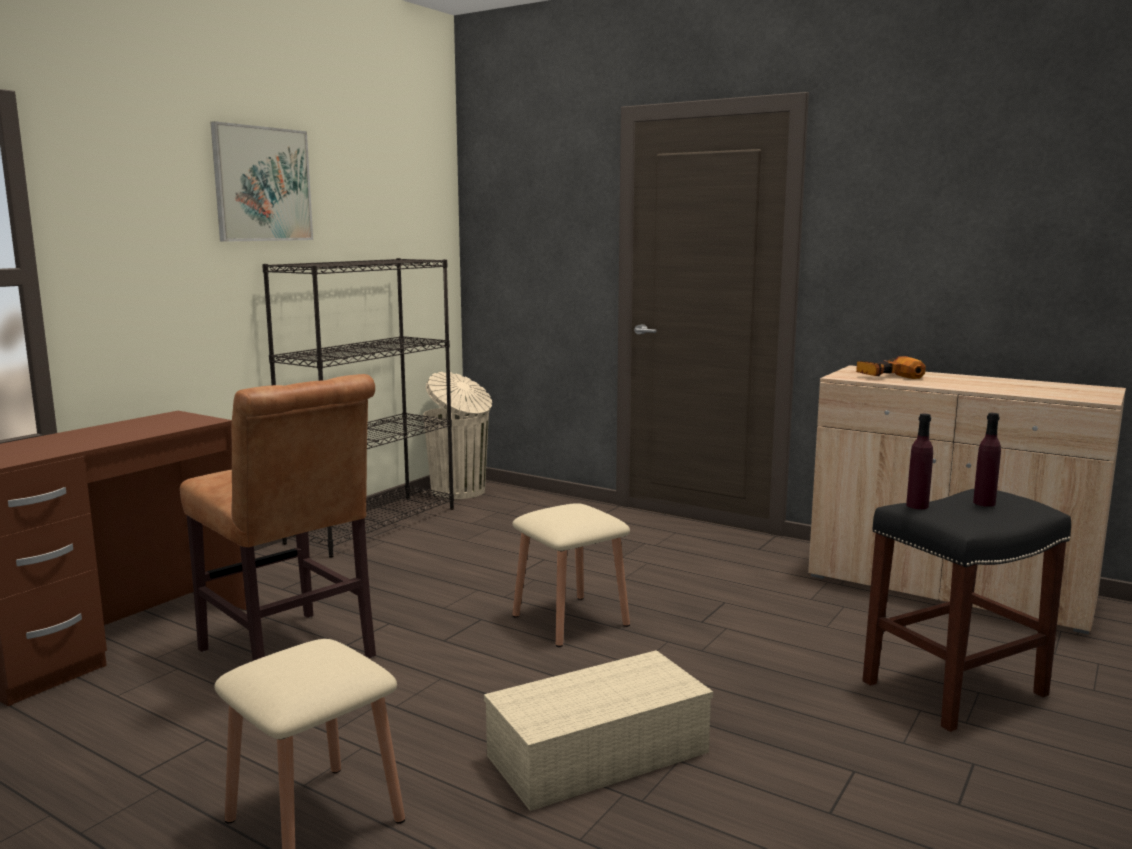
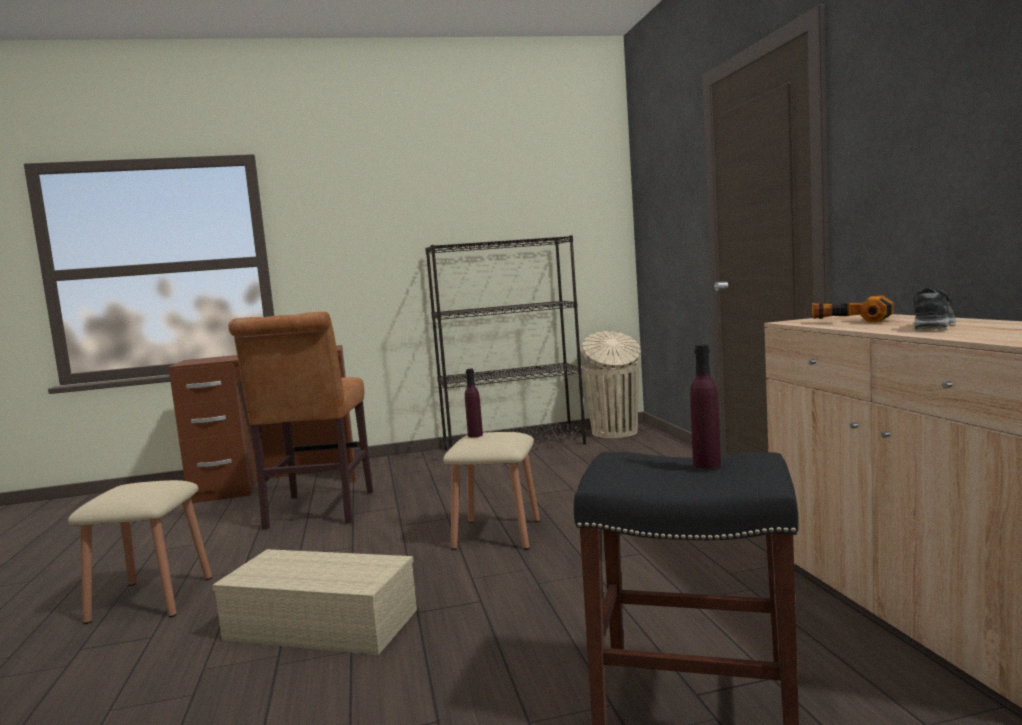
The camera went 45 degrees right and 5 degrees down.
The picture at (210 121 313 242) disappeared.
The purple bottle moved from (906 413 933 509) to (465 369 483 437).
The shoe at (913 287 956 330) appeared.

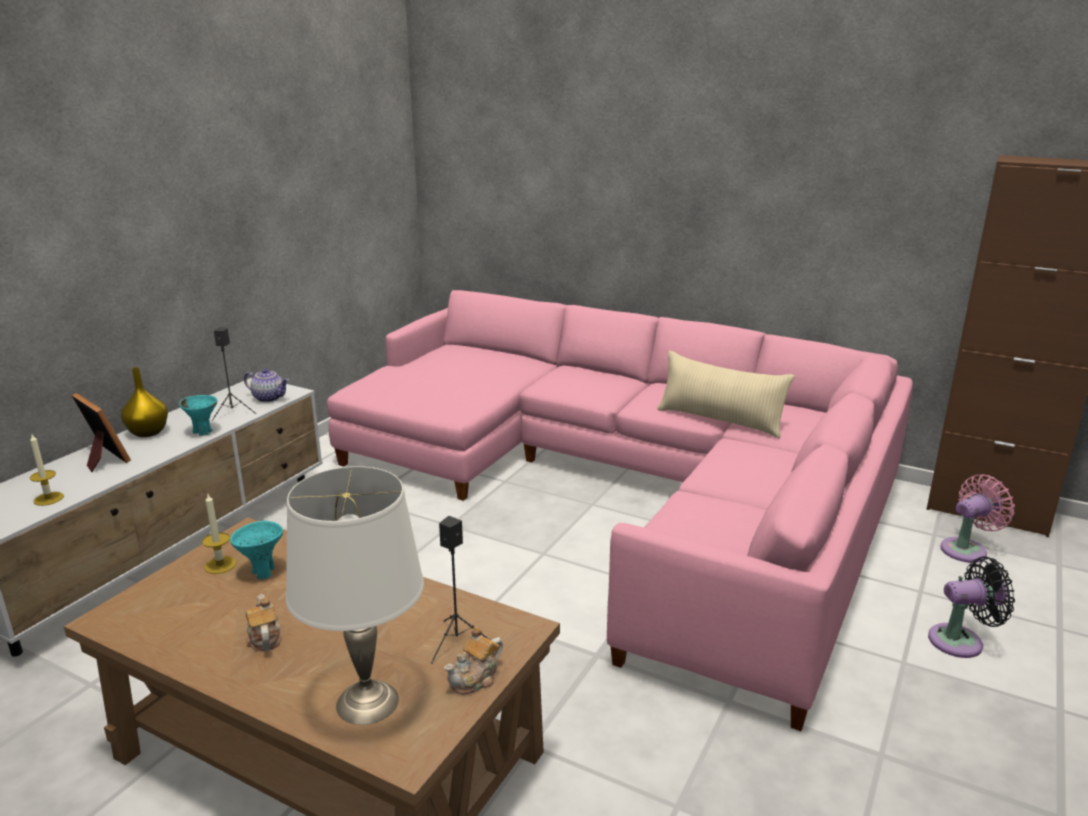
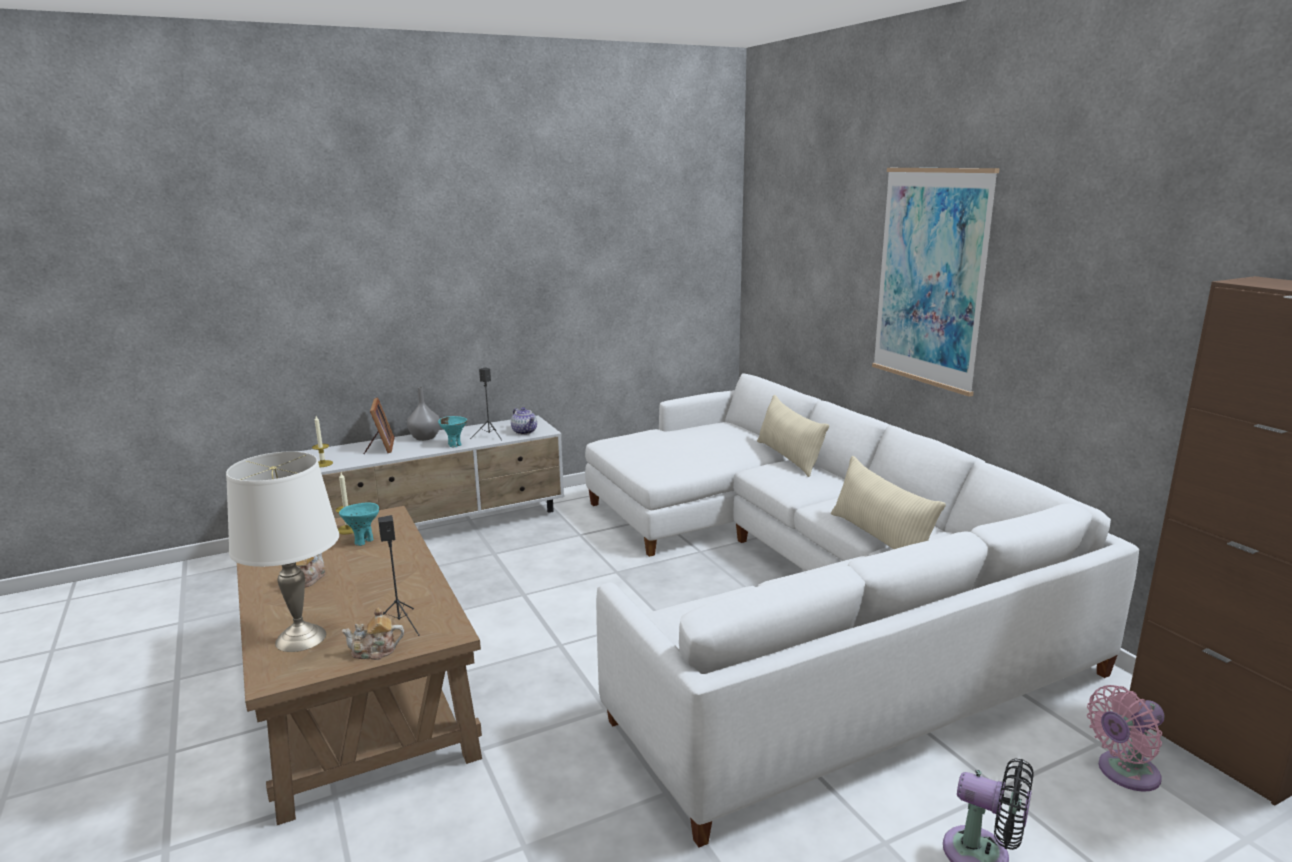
The camera went 35 degrees right and 5 degrees down.
The pink sofa at (327 290 913 731) became the white sofa at (585 373 1139 847).
The yellow vase at (121 367 168 437) became the grey vase at (407 387 440 441).
The pink fan at (940 474 1015 563) turned 150 degrees clockwise.
The picture at (872 168 1000 396) appeared.
The beige pillow at (757 395 829 477) appeared.

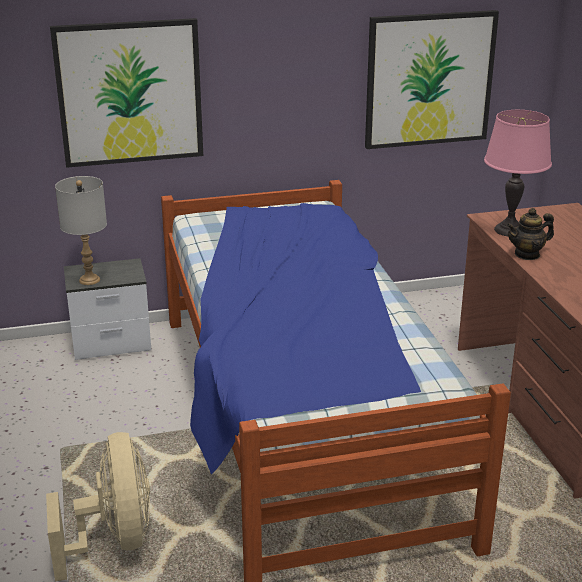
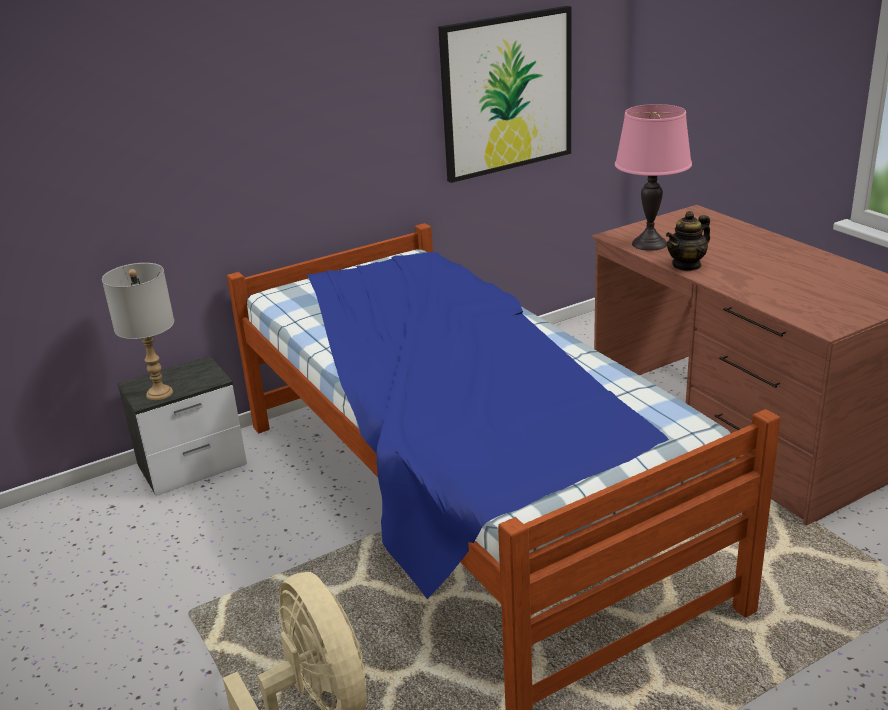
The camera went 15 degrees left and 0 degrees up.
The picture at (50 18 203 168) disappeared.

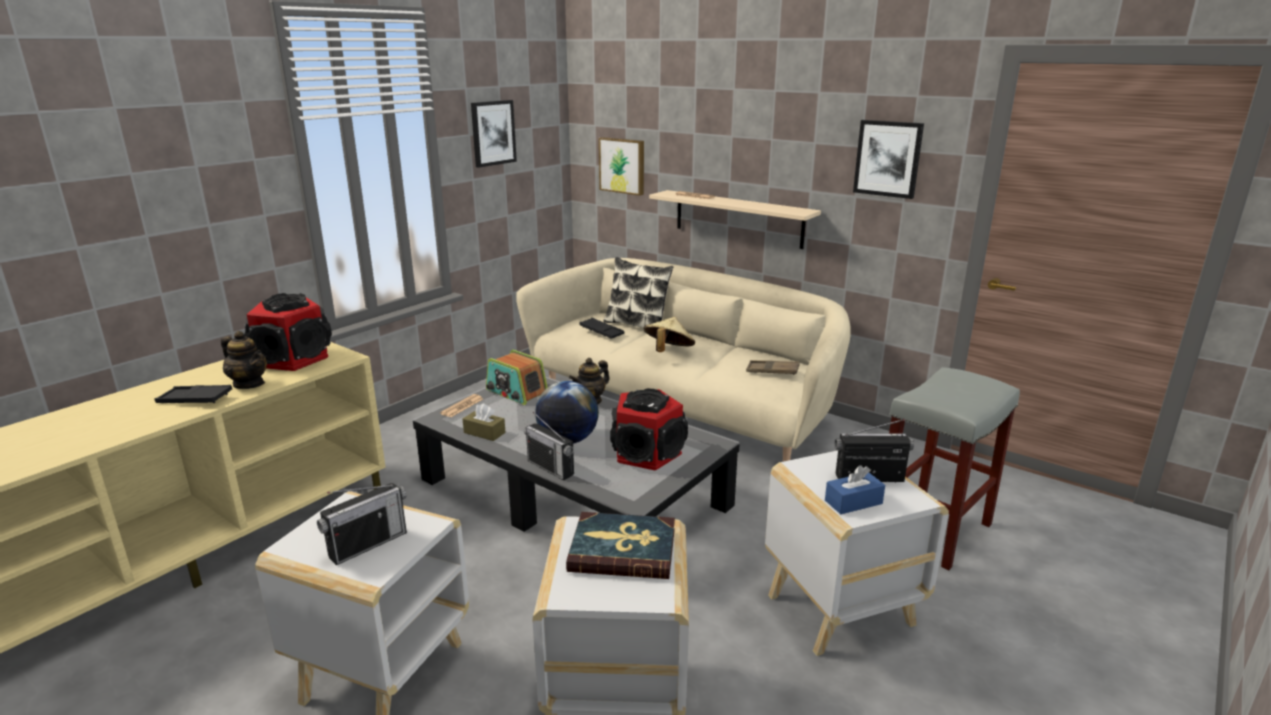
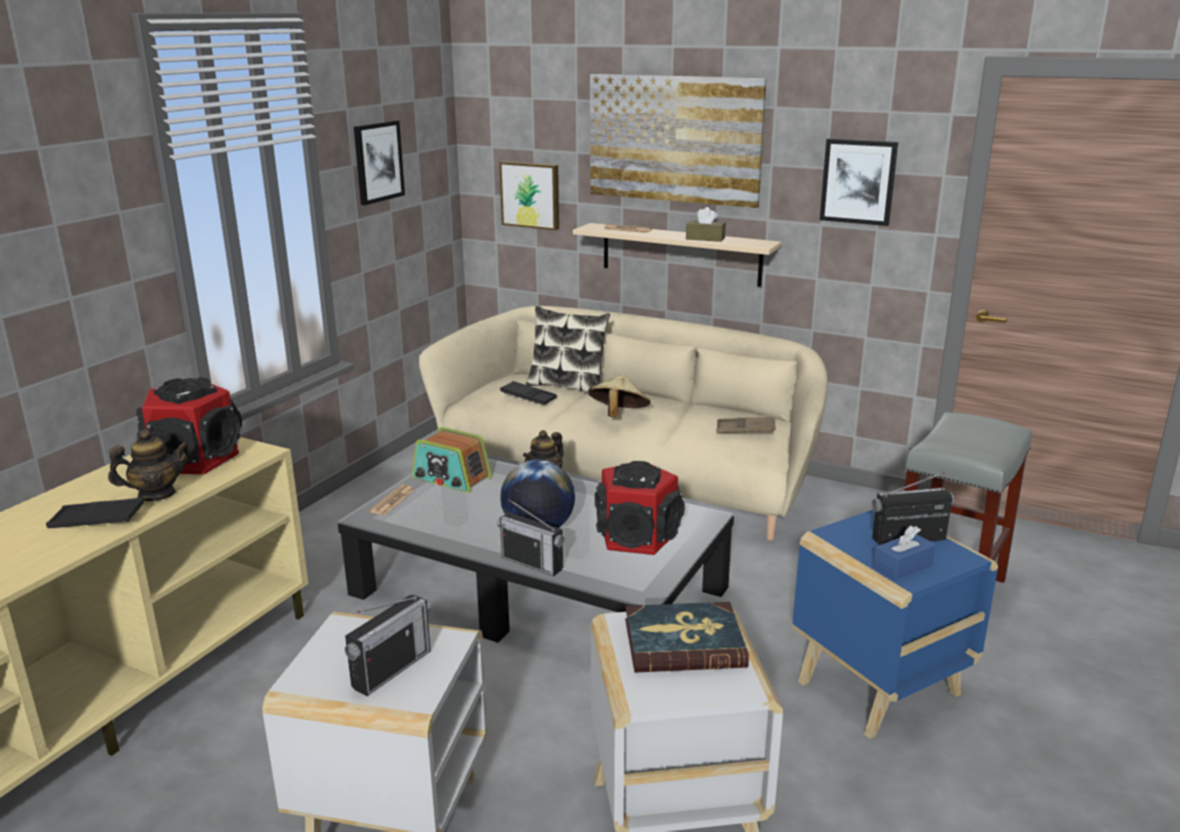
The camera went 10 degrees left and 0 degrees up.
The teapot at (221 331 267 389) turned 45 degrees counterclockwise.
The brown tissue box moved from (463 403 506 441) to (686 207 726 242).
The white side table at (765 450 949 656) became the blue side table at (793 510 998 739).
The picture at (590 74 767 208) appeared.

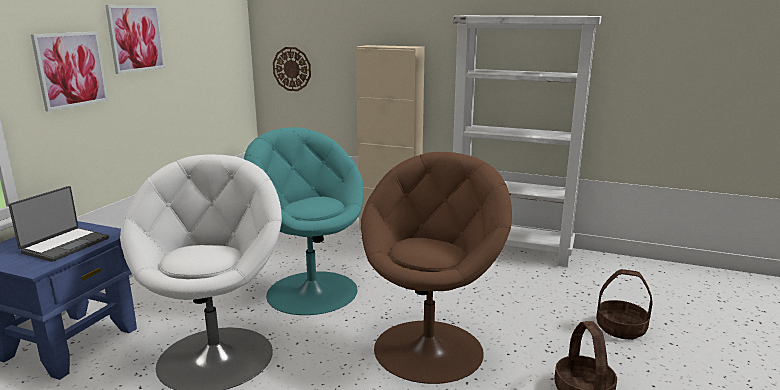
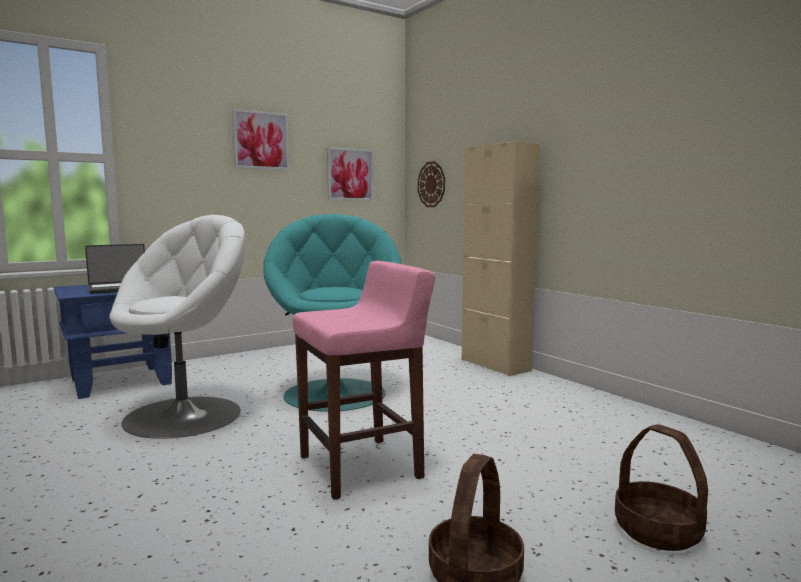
The camera went 35 degrees right and 10 degrees down.
The white bookcase at (453 15 601 267) disappeared.
The picture moved from (31 32 108 112) to (327 147 374 200).
The brown armchair at (361 152 512 384) was replaced by the pink stool at (293 261 435 500).

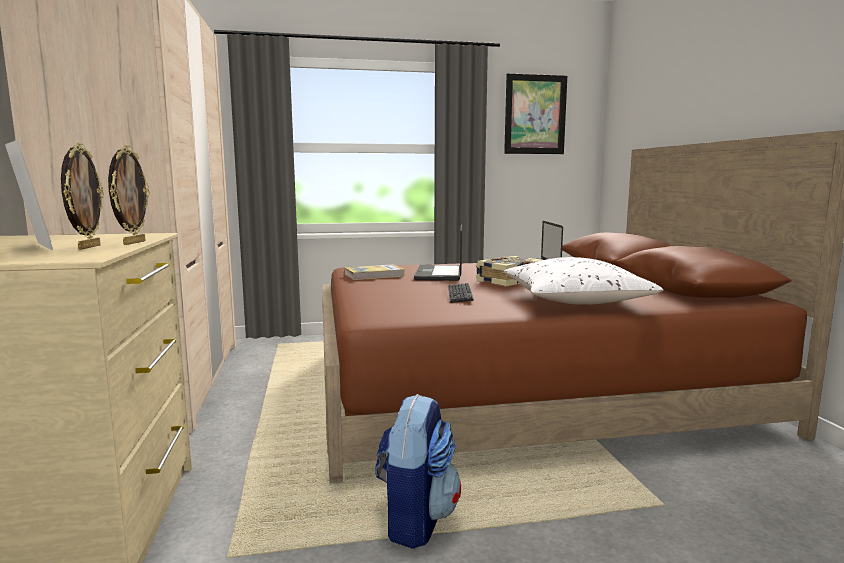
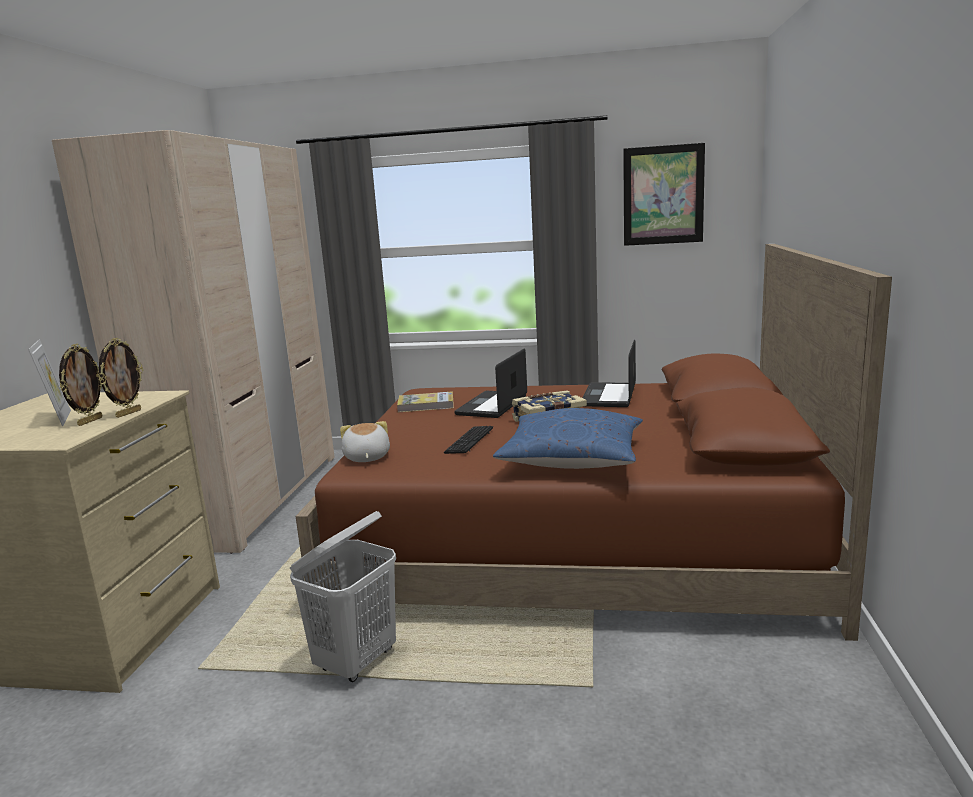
The camera went 20 degrees right and 5 degrees up.
The white pillow at (504 257 663 305) became the blue pillow at (493 408 643 469).
The backpack at (375 394 461 549) was replaced by the white laundry basket at (290 511 396 682).
The plush toy at (340 421 390 462) appeared.

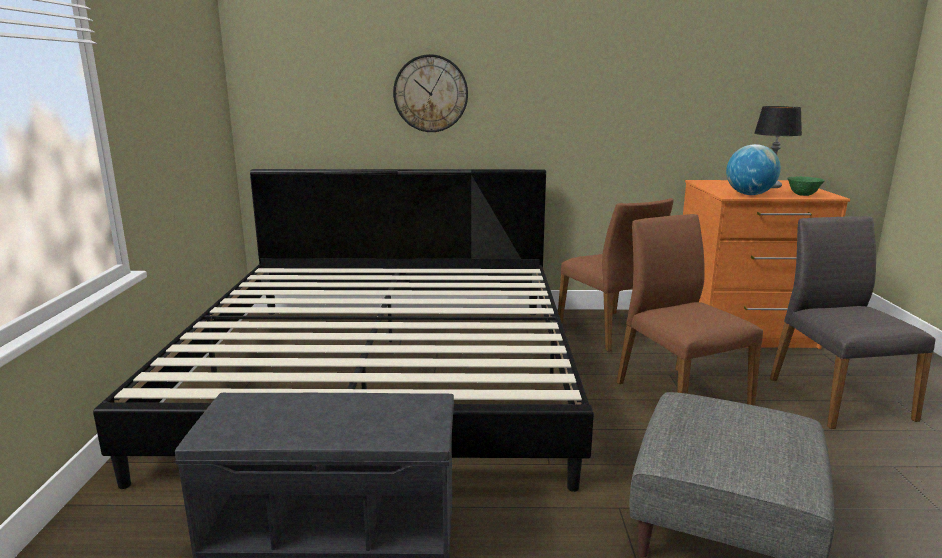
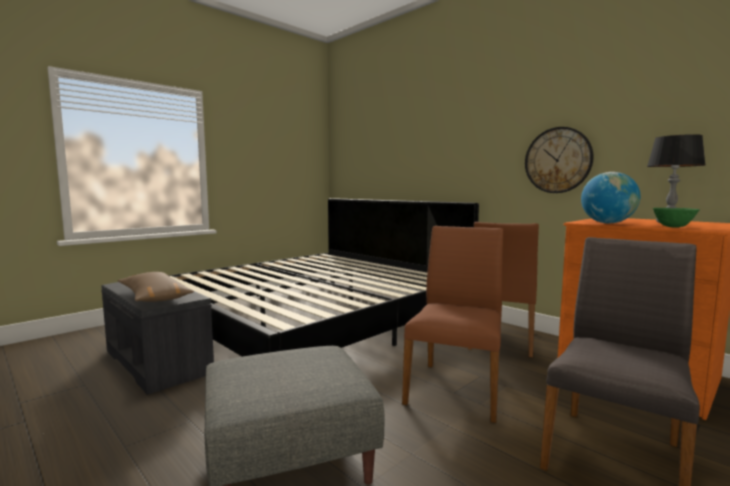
The camera went 45 degrees right and 10 degrees down.
The wall clock moved from (393 54 468 132) to (525 127 594 193).
The brown pillow at (118 272 194 302) appeared.

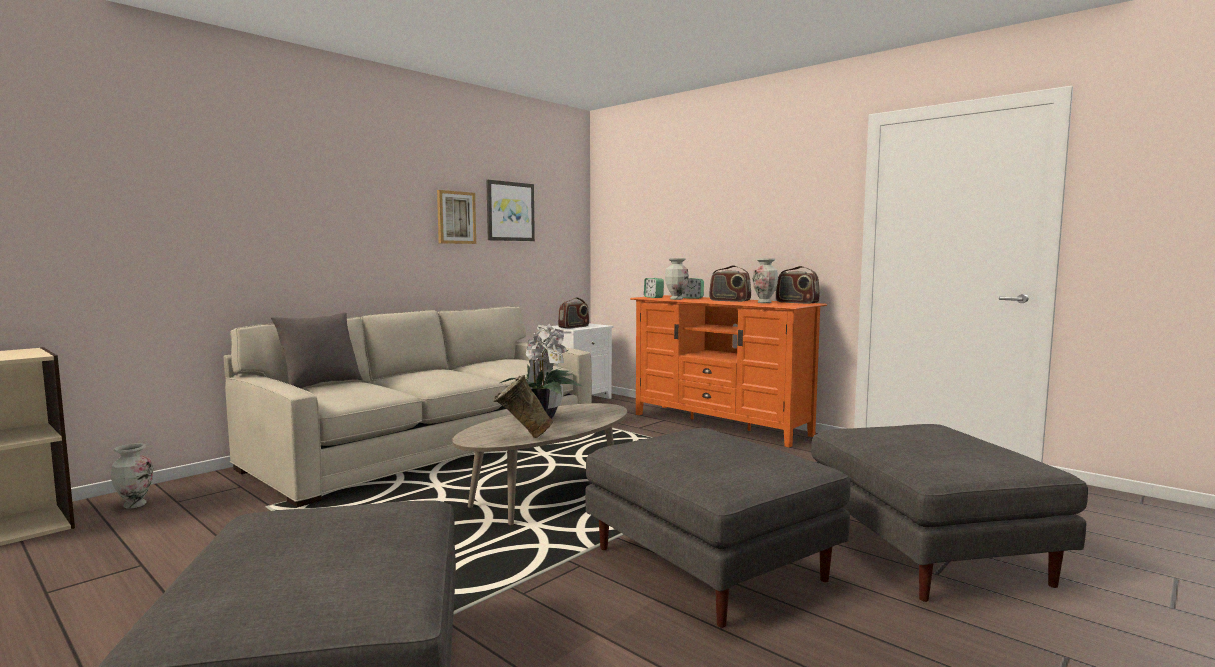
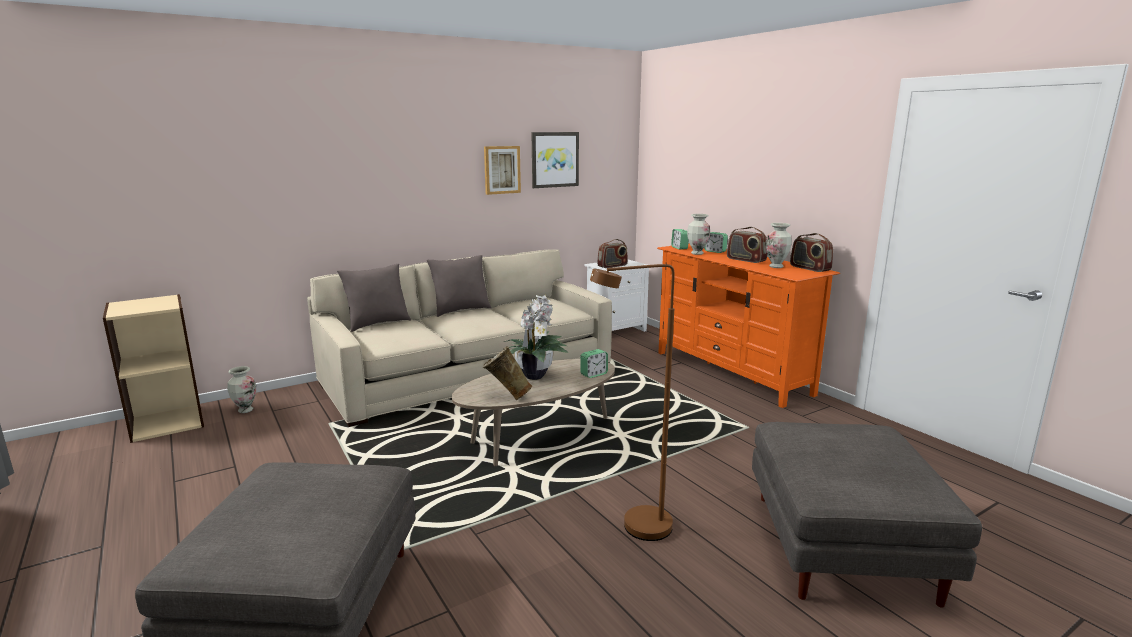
The camera went 15 degrees right and 10 degrees up.
The grey ottoman at (585 428 850 628) was replaced by the brown floor lamp at (590 264 674 541).
The grey pillow at (427 255 491 317) appeared.
The alarm clock at (580 349 608 378) appeared.

